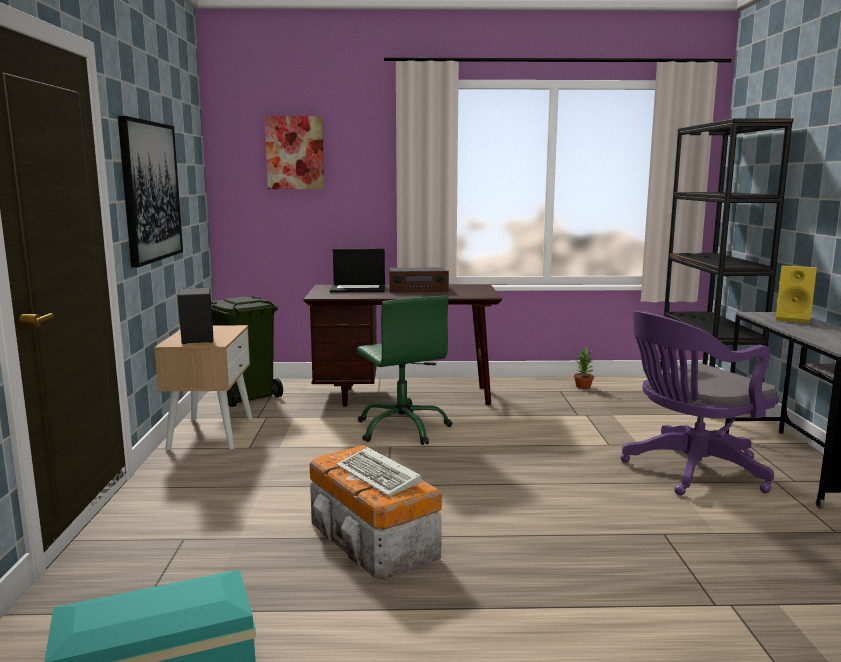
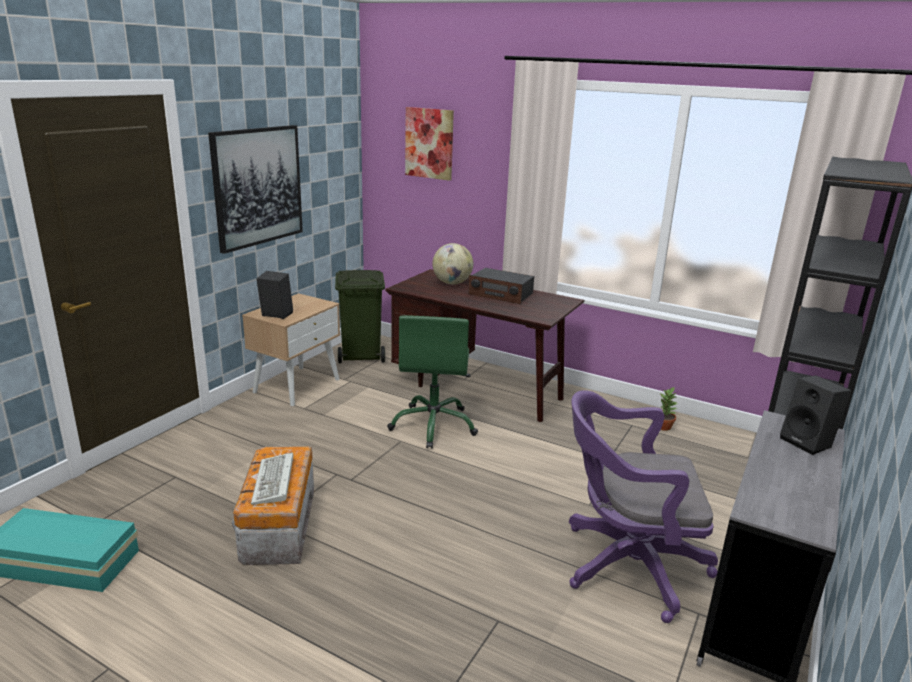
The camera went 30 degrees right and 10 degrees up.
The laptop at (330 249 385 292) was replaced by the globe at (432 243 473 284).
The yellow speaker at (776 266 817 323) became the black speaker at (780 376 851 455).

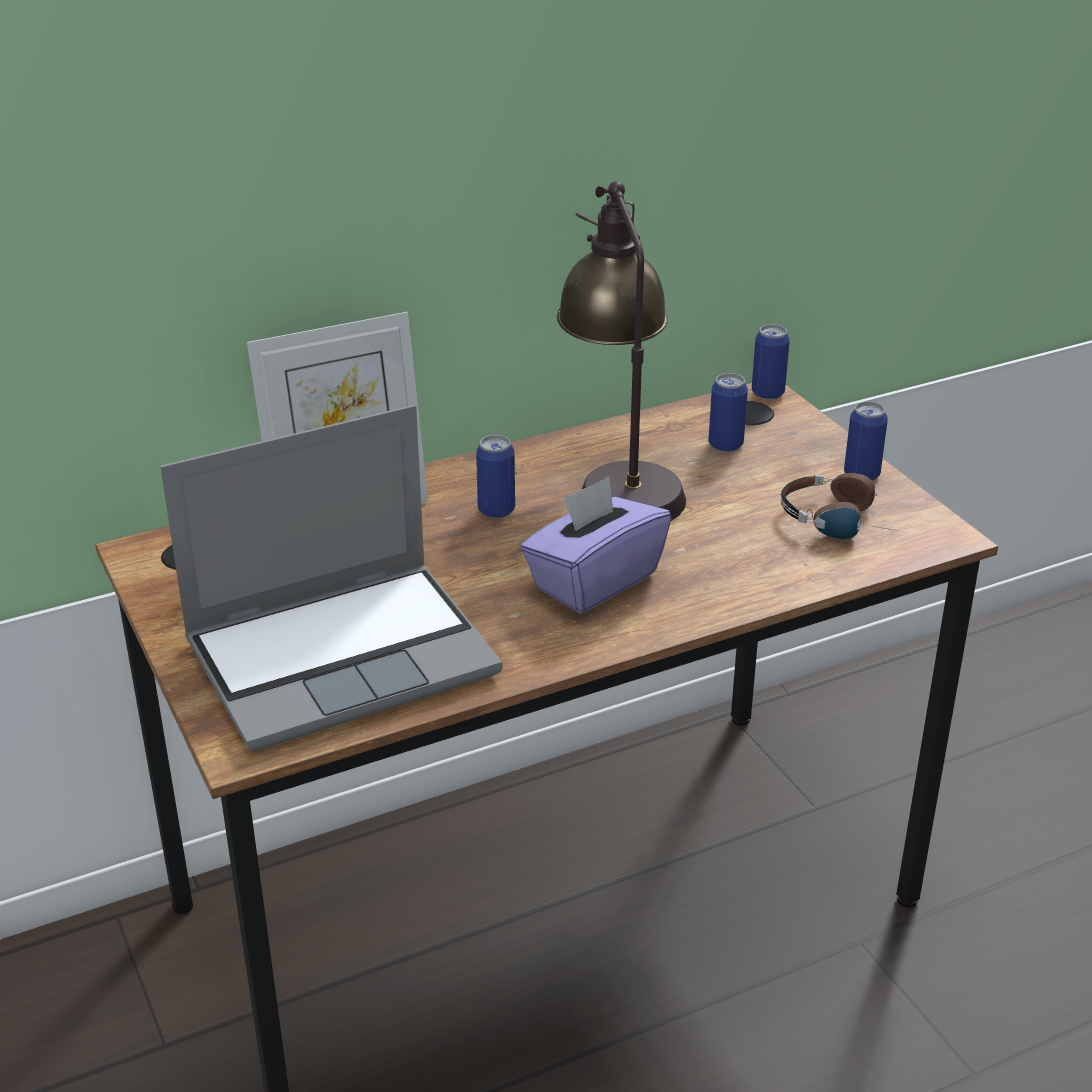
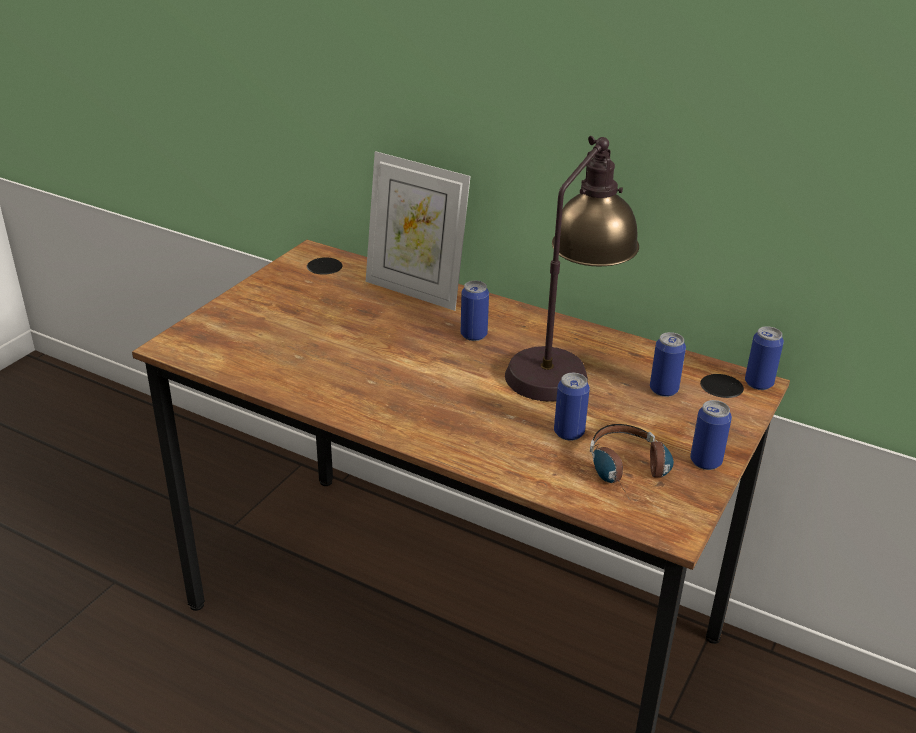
The camera went 55 degrees right and 0 degrees up.
The laptop at (160 405 503 751) disappeared.
The purple tissue box at (520 477 671 613) disappeared.
The can at (554 373 590 441) appeared.

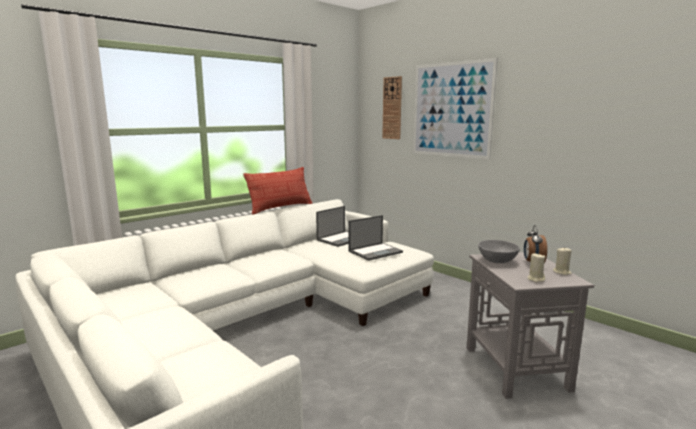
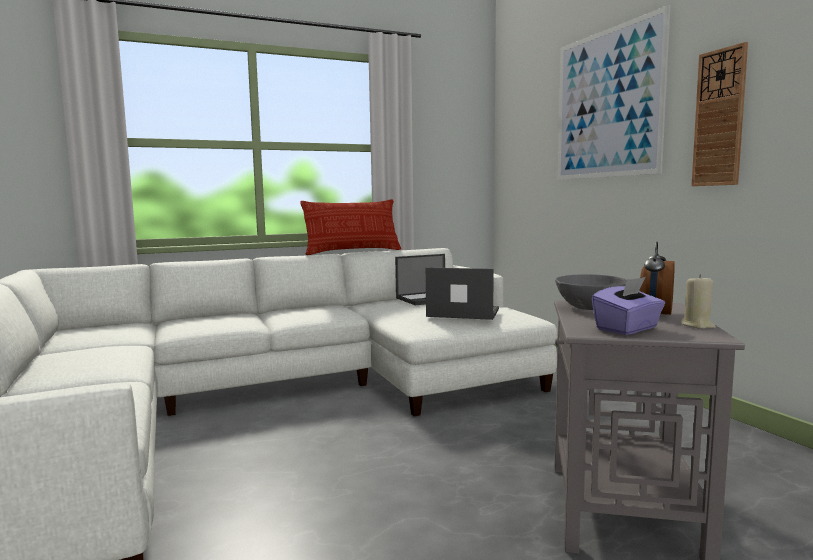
The camera went 20 degrees right and 5 degrees down.
The wall clock moved from (382 76 402 139) to (691 42 748 186).
The laptop at (349 215 403 261) turned 150 degrees counterclockwise.
The beige candle at (527 253 545 282) was replaced by the purple tissue box at (591 277 665 335).

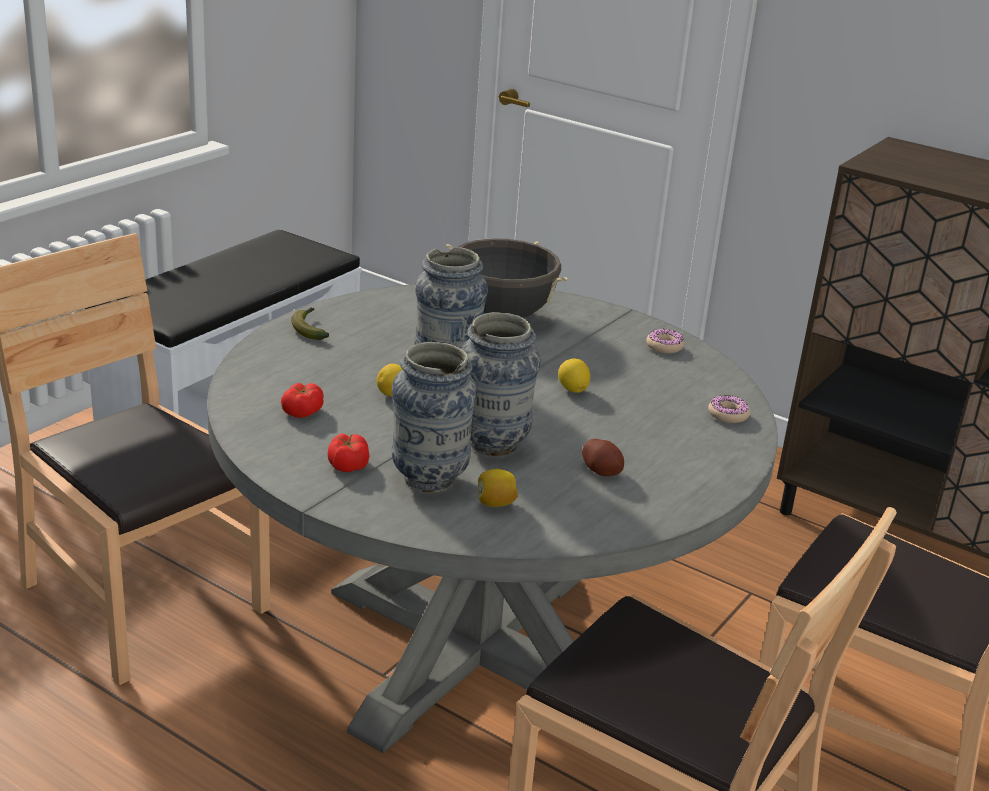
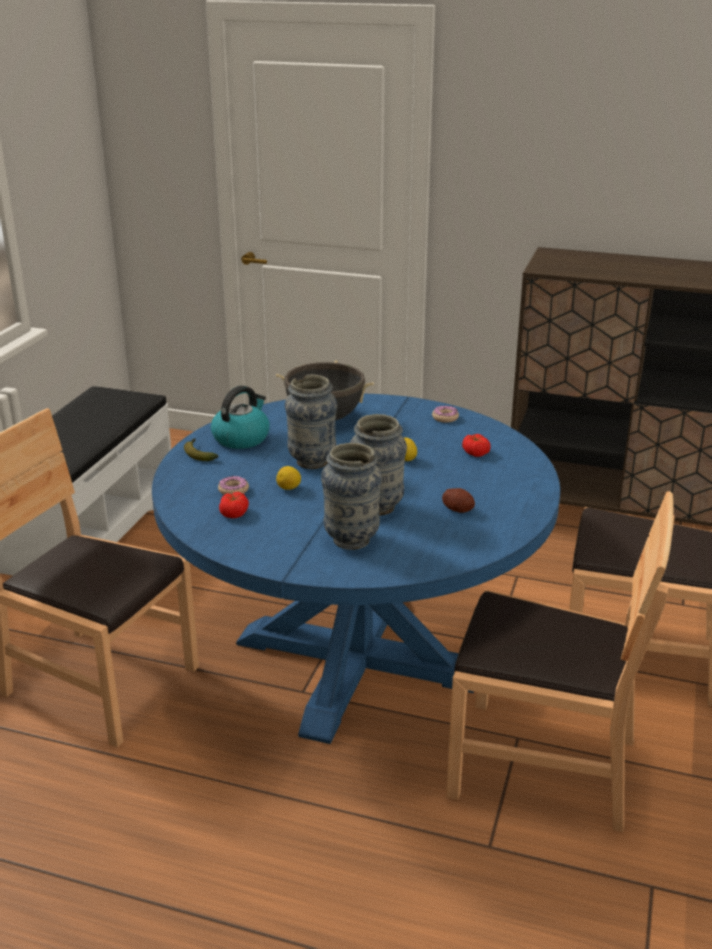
The camera went 15 degrees left and 0 degrees up.
The grey dining table at (207 284 778 753) became the blue dining table at (152 394 560 744).
The donut moved from (708 395 750 423) to (218 476 249 495).
The tomato moved from (328 433 370 472) to (462 434 491 457).
The lemon at (478 469 518 507) disappeared.
The kettle at (211 386 270 449) appeared.

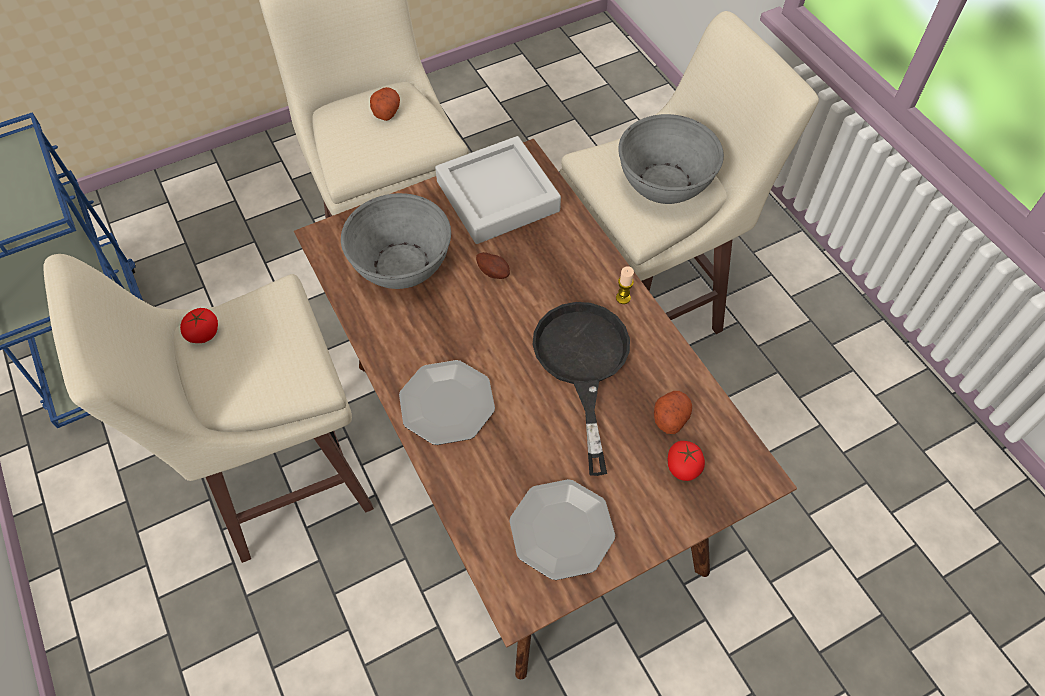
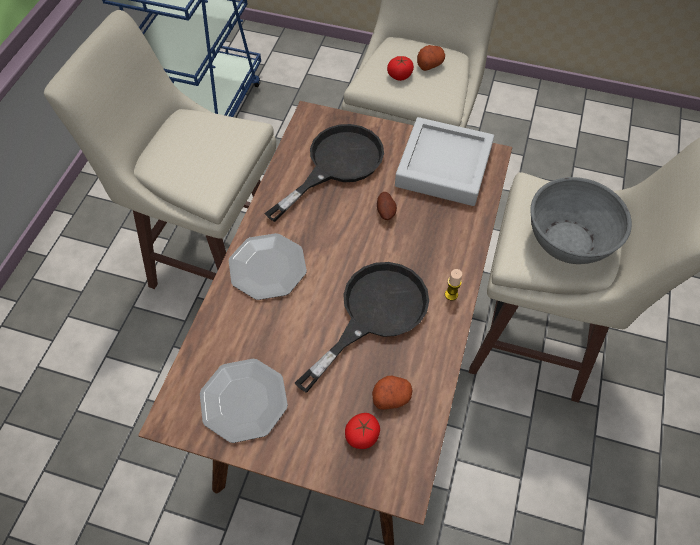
The camera went 45 degrees right and 0 degrees up.
The grey bowl at (341 193 451 289) was replaced by the black frying pan at (264 124 384 222).
The tomato moved from (180 308 218 343) to (387 56 414 81).

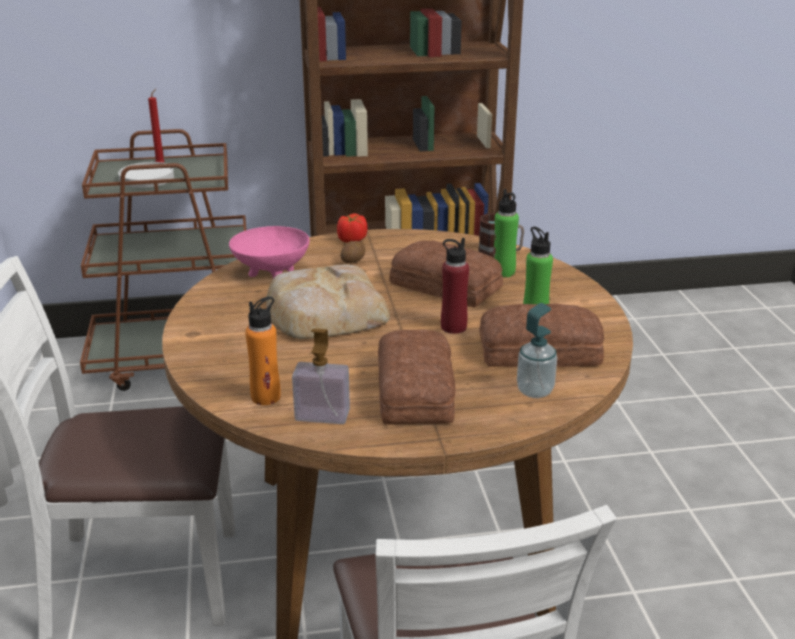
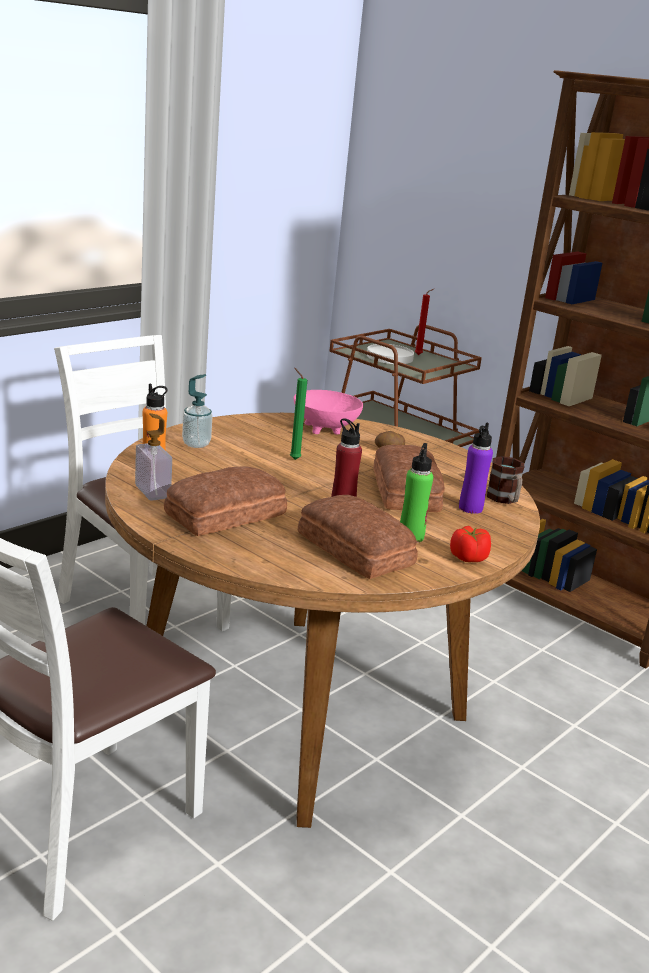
The camera went 50 degrees right and 5 degrees down.
The green bottle at (493 189 519 277) became the purple bottle at (459 423 493 514).
The tomato moved from (337 213 367 243) to (450 526 491 562).
The bread at (266 265 390 339) was replaced by the green candle at (290 368 307 460).
The soap dispenser moved from (517 303 557 398) to (182 374 213 448).

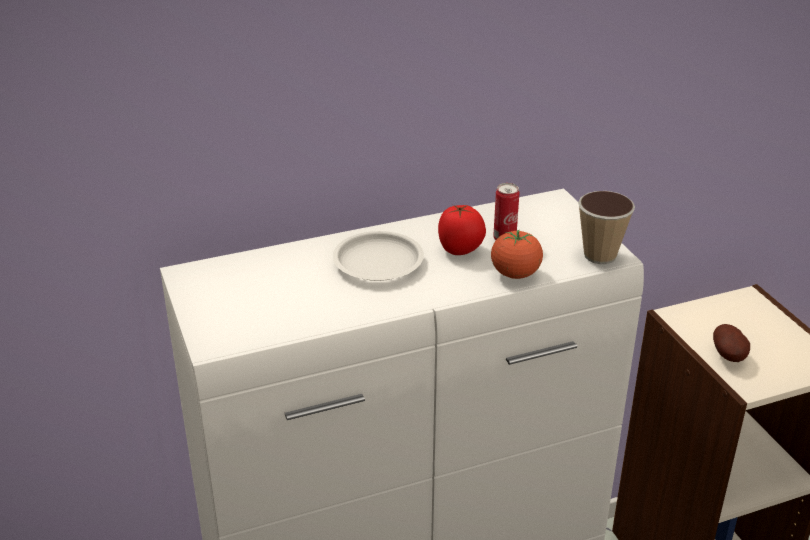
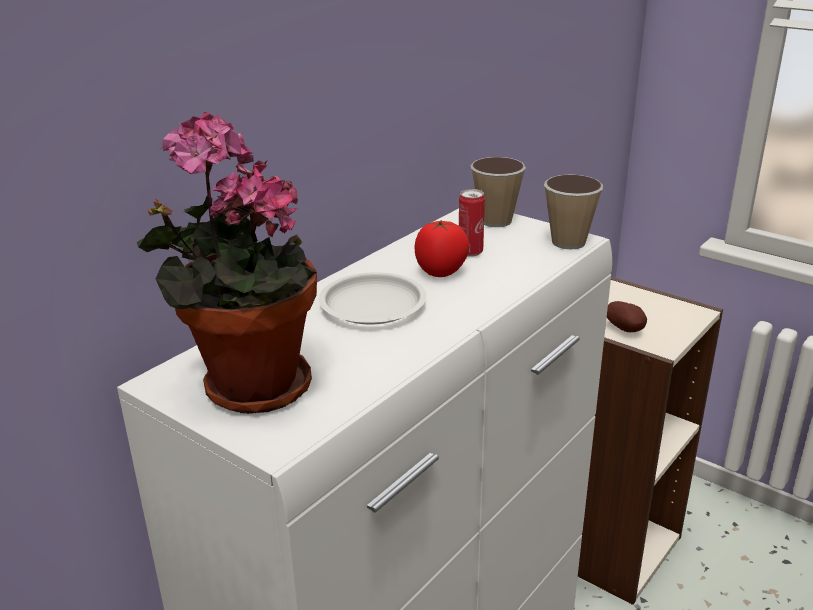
The camera went 30 degrees left and 5 degrees down.
The tomato at (491 230 543 279) disappeared.
The potted plant at (137 112 317 414) appeared.
The cup at (470 157 526 227) appeared.

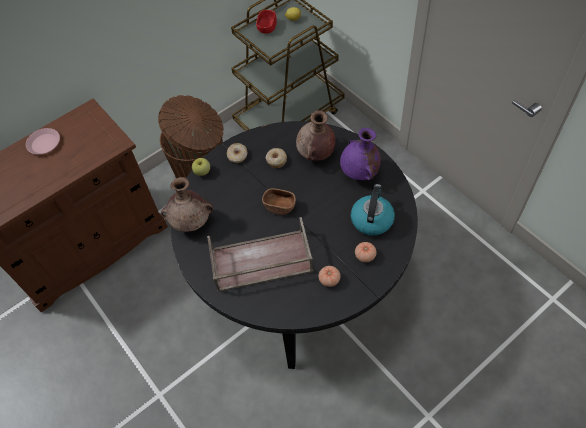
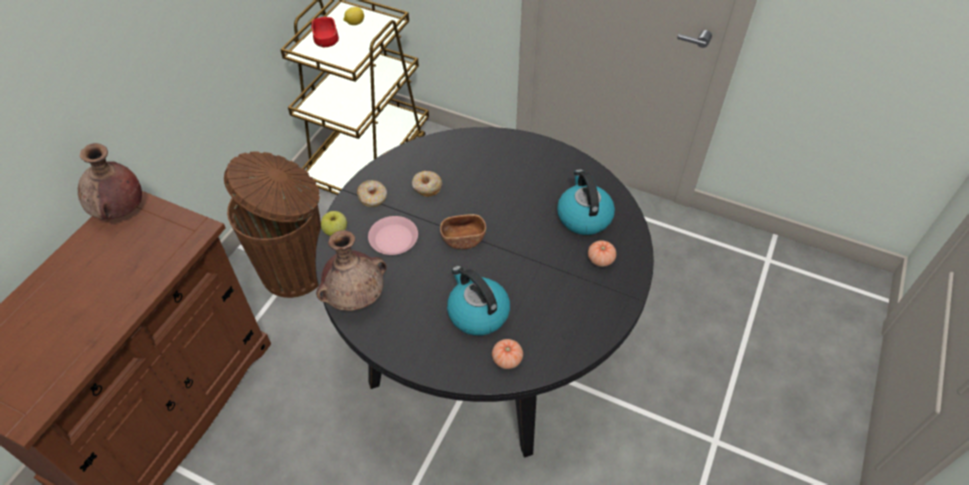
The camera went 30 degrees left and 5 degrees down.
The brown vase moved from (296 110 335 161) to (78 143 142 220).
The pink plate moved from (26 128 60 155) to (368 216 418 255).
The purple vase at (340 128 381 180) disappeared.
The brown tray at (207 217 313 292) was replaced by the kettle at (447 266 510 336).
The tomato moved from (319 266 340 287) to (492 339 523 369).

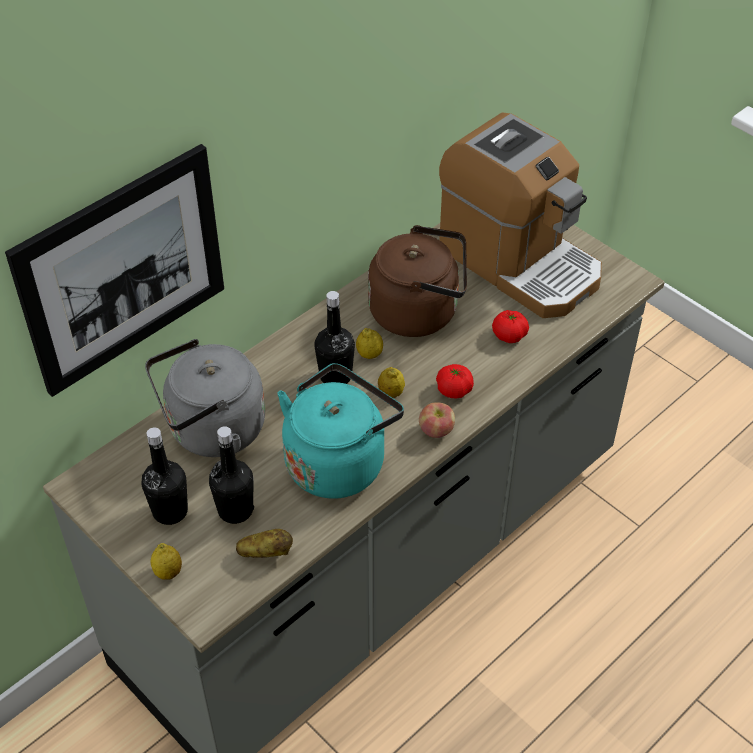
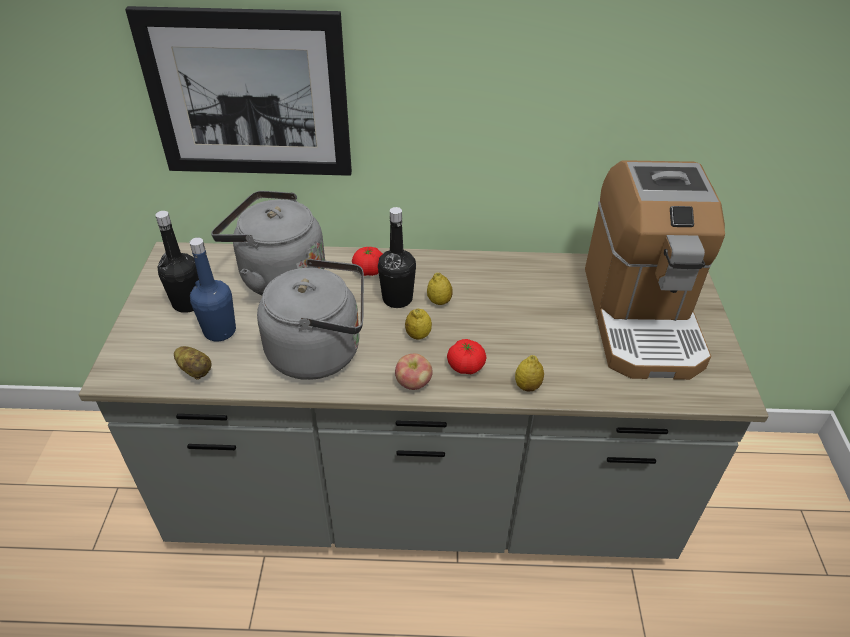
The camera went 45 degrees right and 5 degrees down.
The brown kettle at (368 225 467 337) disappeared.
The tomato moved from (492 310 529 343) to (352 247 383 276).
The turquoise kettle at (277 363 404 499) became the grey kettle at (257 259 364 380).
The black bottle at (209 426 254 524) became the blue bottle at (190 237 236 341).
The lemon moved from (151 543 182 580) to (515 355 544 392).

